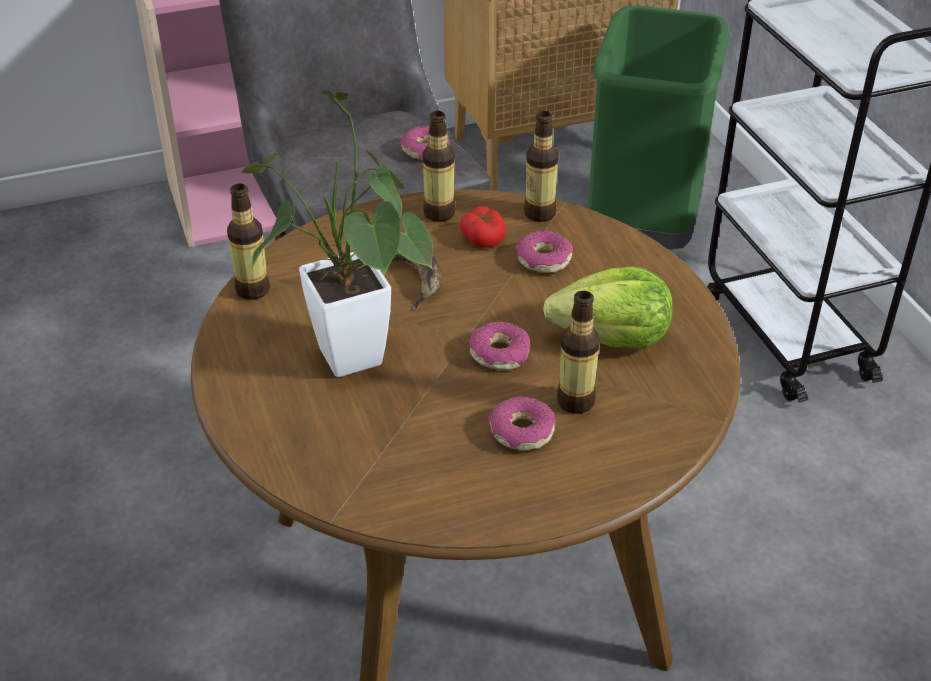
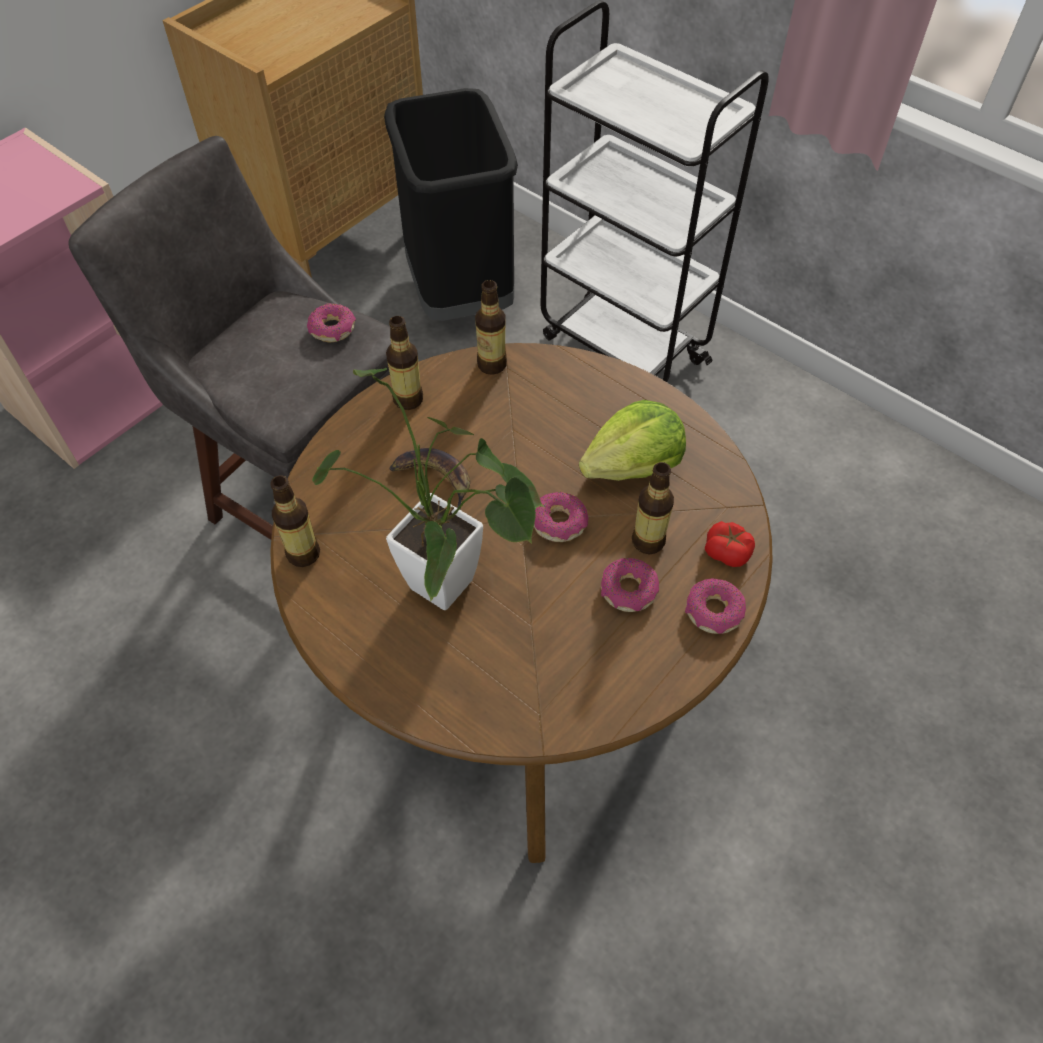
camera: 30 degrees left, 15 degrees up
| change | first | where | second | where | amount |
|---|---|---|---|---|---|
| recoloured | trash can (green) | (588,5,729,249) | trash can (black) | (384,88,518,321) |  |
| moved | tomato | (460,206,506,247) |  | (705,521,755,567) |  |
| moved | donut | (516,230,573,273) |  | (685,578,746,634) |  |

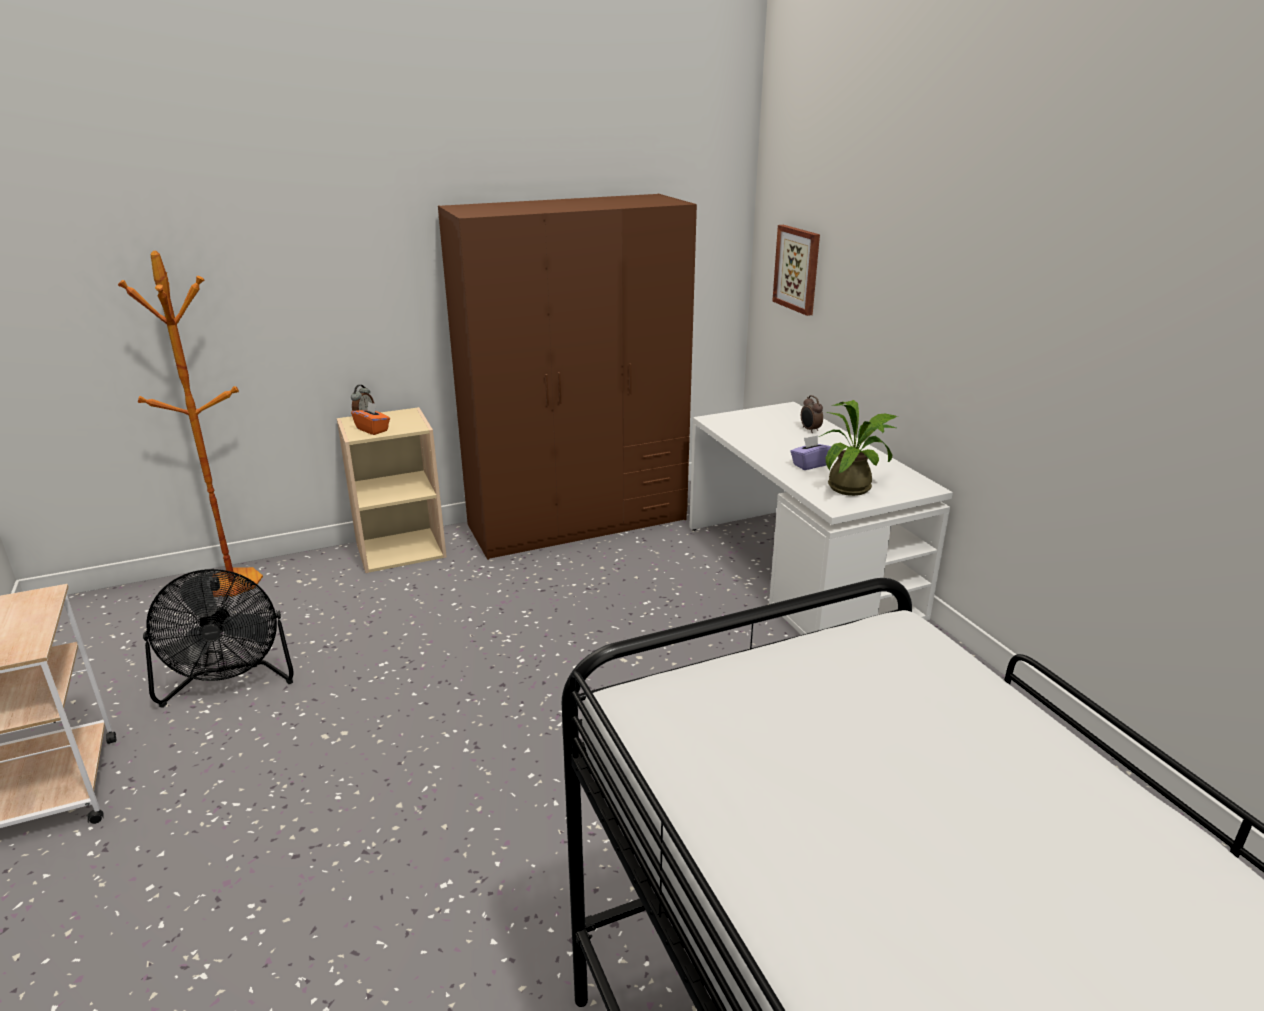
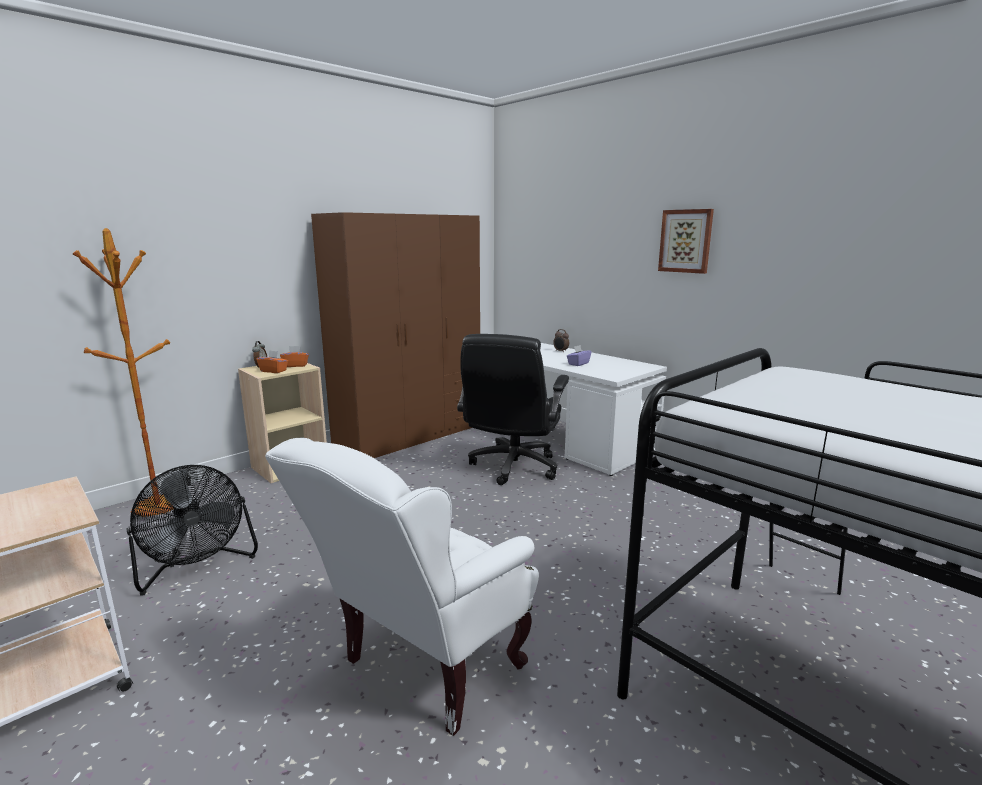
camera: 20 degrees left, 10 degrees down
| change | first | where | second | where | amount |
|---|---|---|---|---|---|
| moved | picture | (772,225,820,316) |  | (658,209,714,274) |  |
| removed | potted plant | (819,400,898,496) |  |  |  |
| added |  |  | office chair (black) | (457,334,569,485) |  |
| added |  |  | tissue box (orange) | (280,346,309,367) |  |
| added |  |  | armchair (white) | (265,438,539,736) |  |

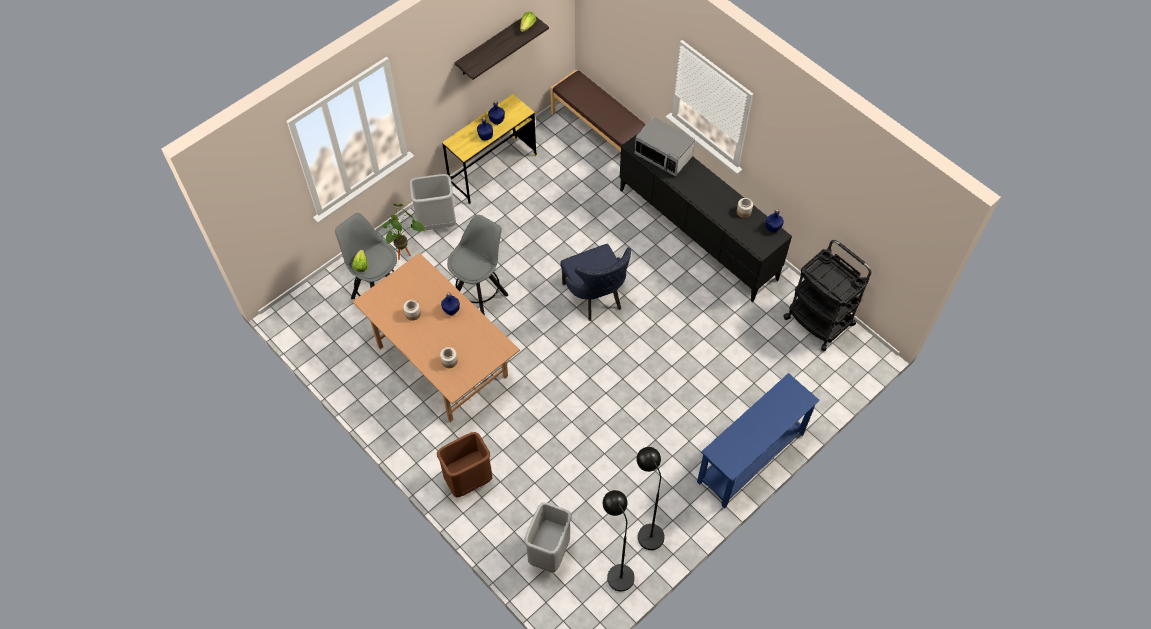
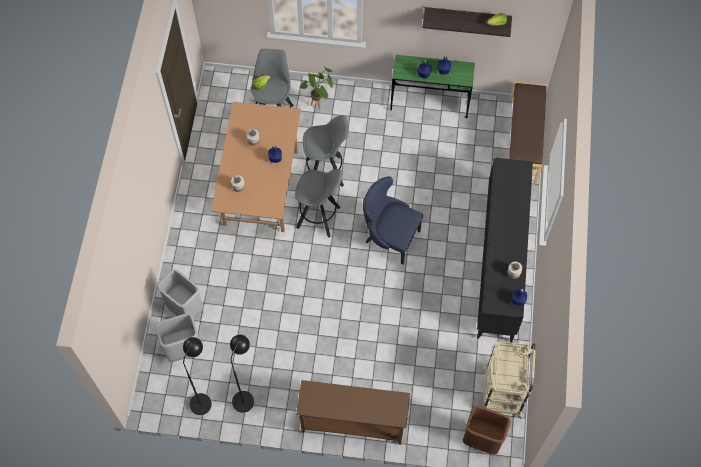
camera: 50 degrees right, 5 degrees up
| change | first | where | second | where | amount |
|---|---|---|---|---|---|
| recoloured | desk (yellow) | (442,94,537,204) | desk (green) | (390,55,475,118) |  |
| removed | microwave | (635,117,695,176) |  |  |  |
| moved | trash can (grey) | (409,174,456,230) |  | (157,269,204,319) |  |
| recoloured | cart (black) | (783,240,871,351) | cart (beige) | (482,341,536,419) |  |
| turned | chair (blue) | (561,244,631,321) |  | (363,176,423,265) | 90 degrees clockwise |
| recoloured | console table (blue) | (697,373,820,508) | console table (brown) | (296,380,410,445) |  |
| moved | trash can (brown) | (437,432,492,497) |  | (463,406,511,454) |  |
| added |  |  | stool (grey) | (295,169,343,238) |  |

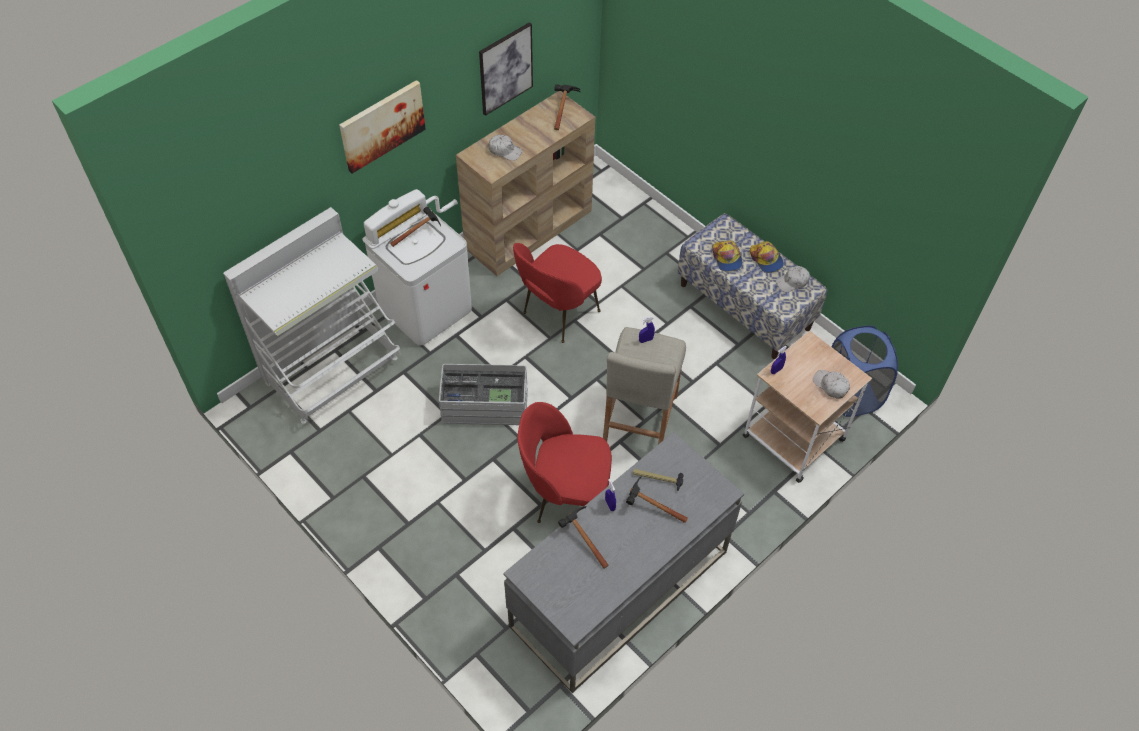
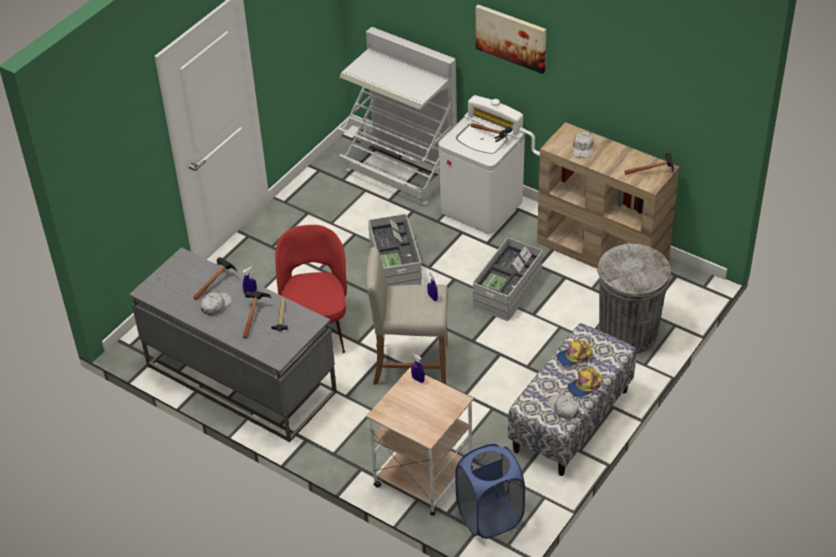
camera: 80 degrees right, 10 degrees down
| change | first | where | second | where | amount |
|---|---|---|---|---|---|
| removed | picture | (479,22,533,116) |  |  |  |
| replaced | chair (red) | (513,243,602,343) | storage box (grey) | (472,238,543,321) |  |
| moved | cap (white) | (813,370,850,399) |  | (201,292,232,315) |  |
| added |  |  | trash can (grey) | (597,244,671,354) |  |

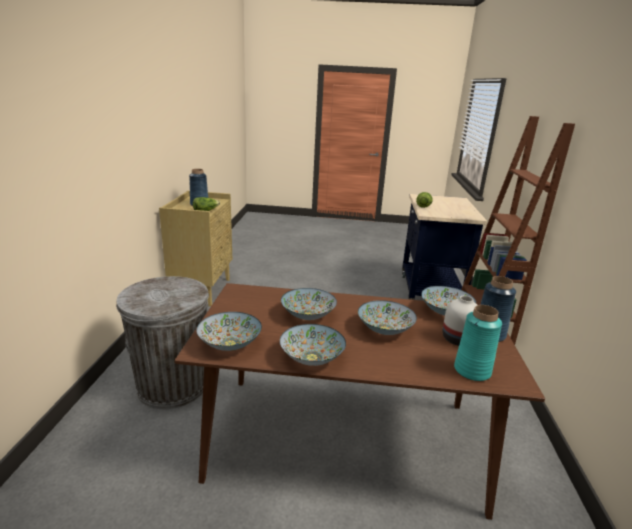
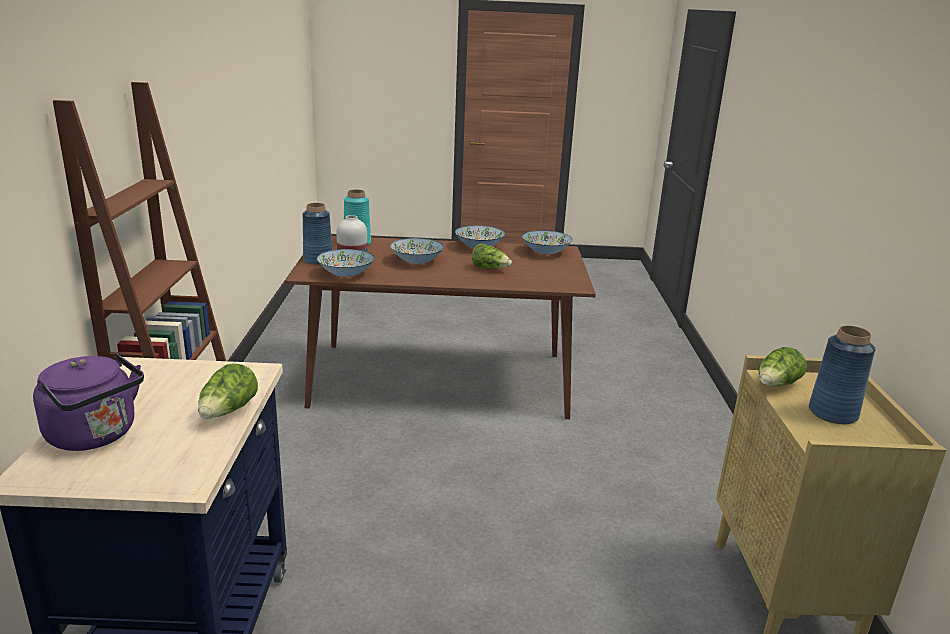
camera: 175 degrees right, 0 degrees up
| change | first | where | second | where | amount |
|---|---|---|---|---|---|
| removed | trash can (grey) | (116,276,209,409) |  |  |  |
| replaced | bowl | (281,288,337,320) | lettuce | (472,243,512,269) |  |
| added |  |  | kettle (purple) | (33,352,144,451) |  |

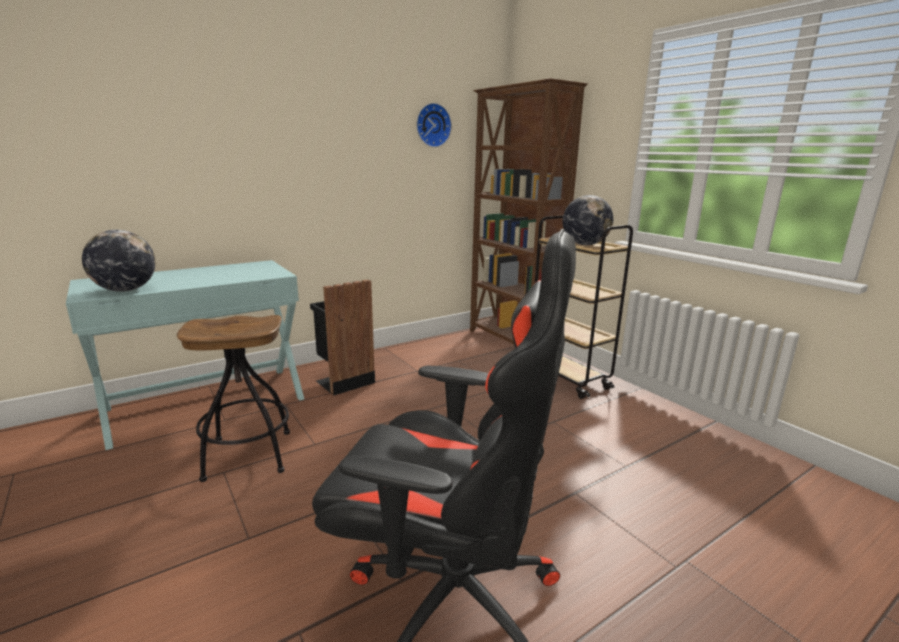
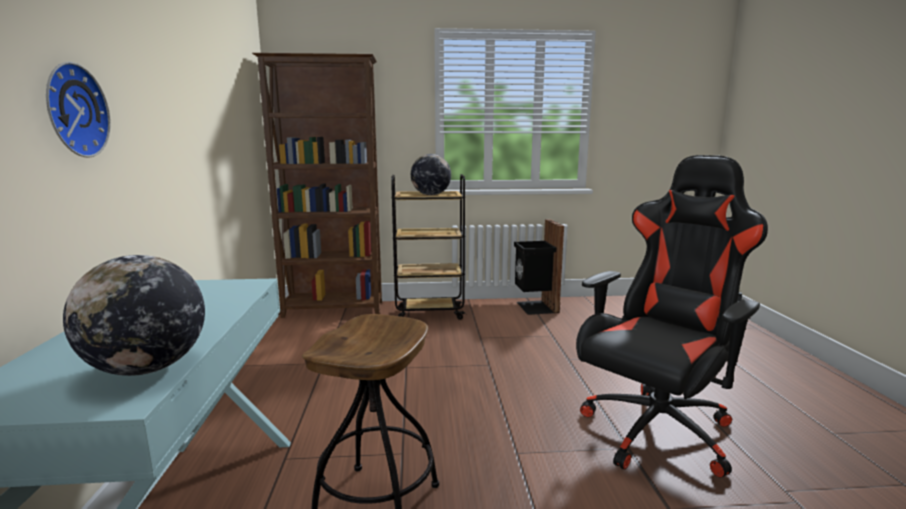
camera: 60 degrees left, 5 degrees down
| change | first | where | second | where | amount |
|---|---|---|---|---|---|
| moved | wall clock | (416,103,452,147) |  | (46,62,111,157) |  |
| moved | trash can (black) | (310,279,375,396) |  | (514,219,564,315) |  |

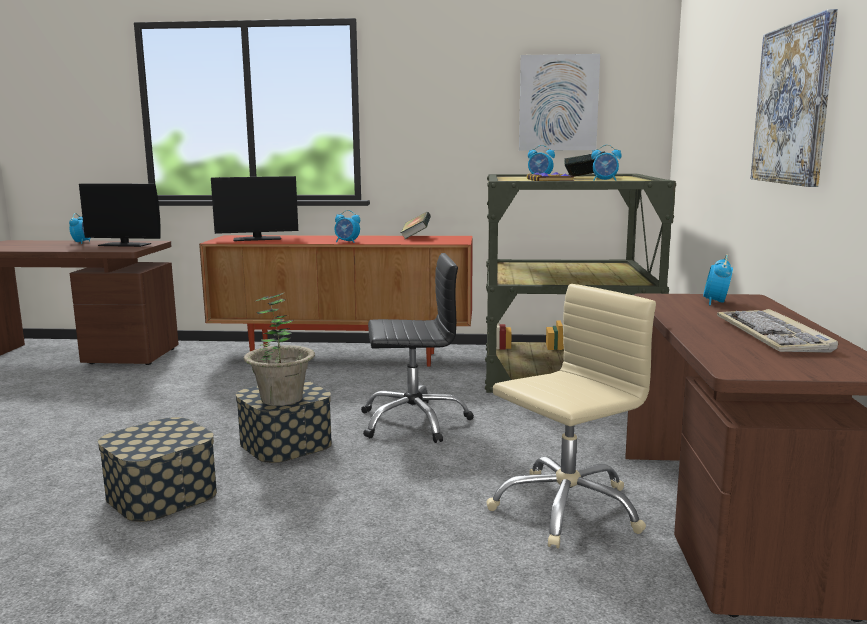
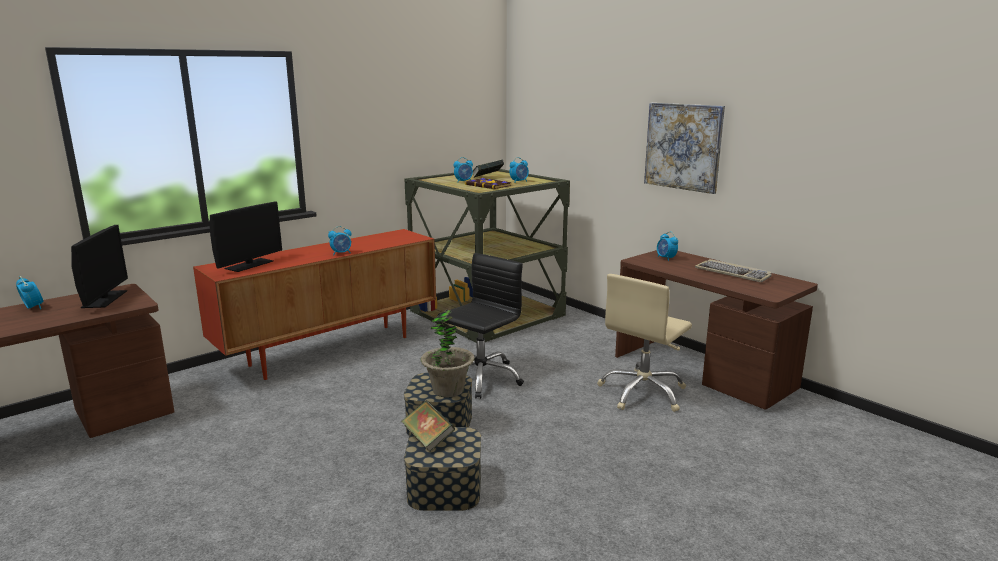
camera: 45 degrees left, 5 degrees up
| change | first | where | second | where | amount |
|---|---|---|---|---|---|
| removed | picture | (519,54,600,151) |  |  |  |
| turned | monitor | (79,184,161,247) |  | (71,225,128,308) | 60 degrees counterclockwise |
| moved | book | (401,212,431,239) |  | (401,400,455,452) |  |
| turned | office chair (beige) | (487,284,656,549) |  | (597,274,692,412) | 150 degrees counterclockwise |

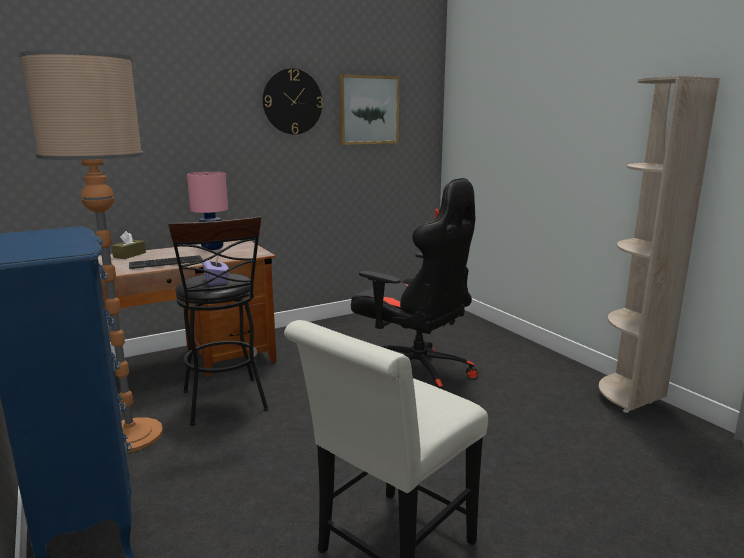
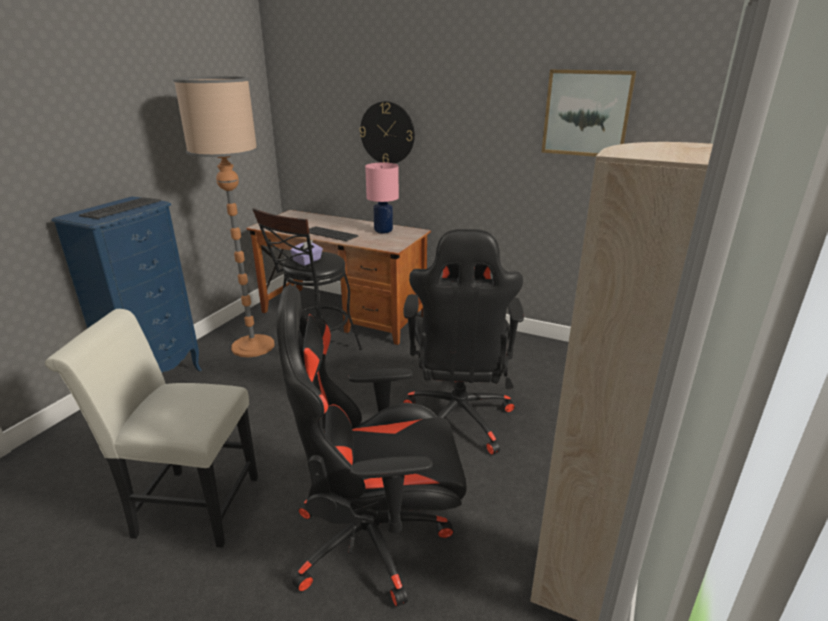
camera: 55 degrees right, 10 degrees up
| change | first | where | second | where | amount |
|---|---|---|---|---|---|
| moved | wall clock | (263,68,323,134) |  | (360,101,415,164) |  |
| removed | tissue box (brown) | (112,231,146,259) |  |  |  |
| added |  |  | keyboard | (79,197,161,219) |  |
| added |  |  | office chair (black) | (276,284,467,607) |  |

